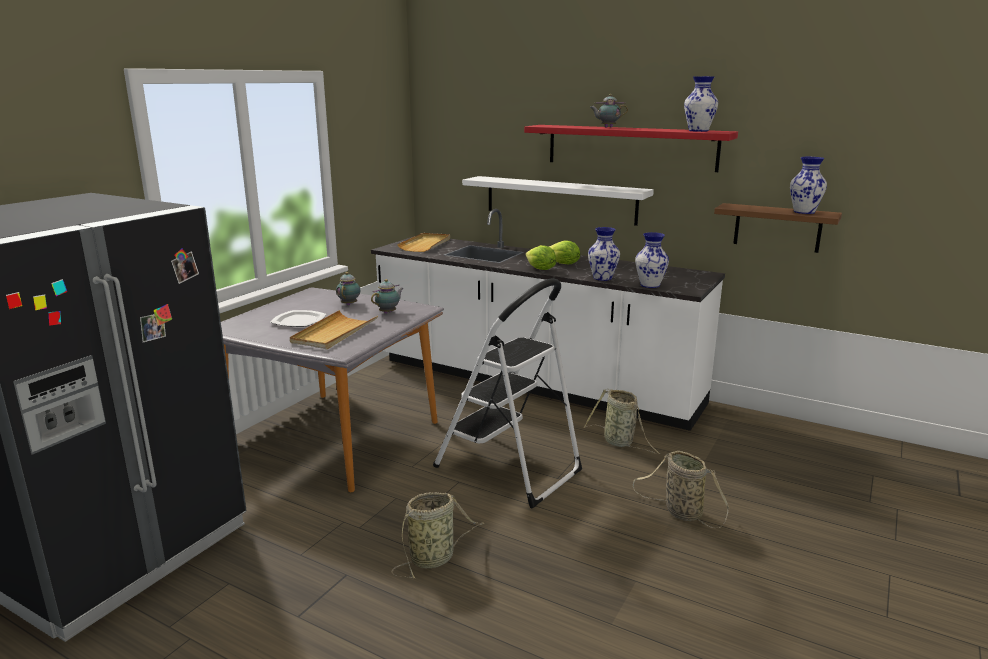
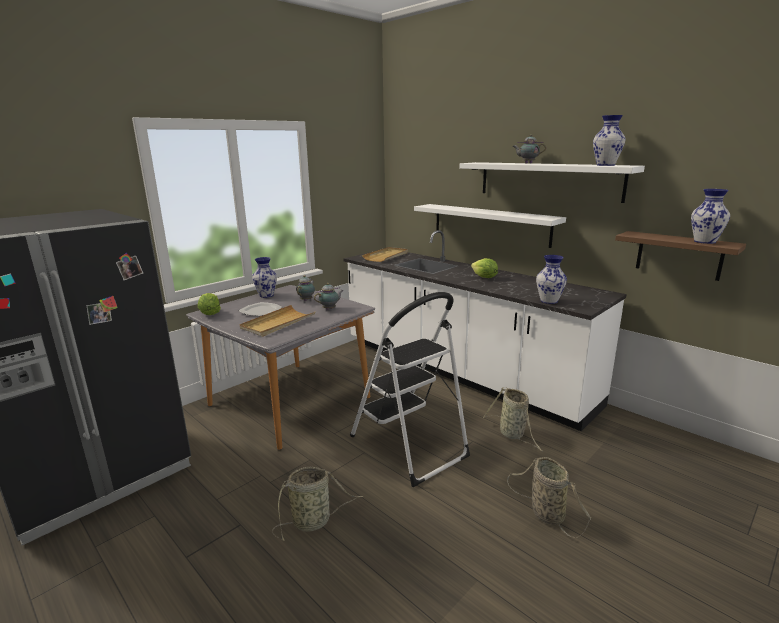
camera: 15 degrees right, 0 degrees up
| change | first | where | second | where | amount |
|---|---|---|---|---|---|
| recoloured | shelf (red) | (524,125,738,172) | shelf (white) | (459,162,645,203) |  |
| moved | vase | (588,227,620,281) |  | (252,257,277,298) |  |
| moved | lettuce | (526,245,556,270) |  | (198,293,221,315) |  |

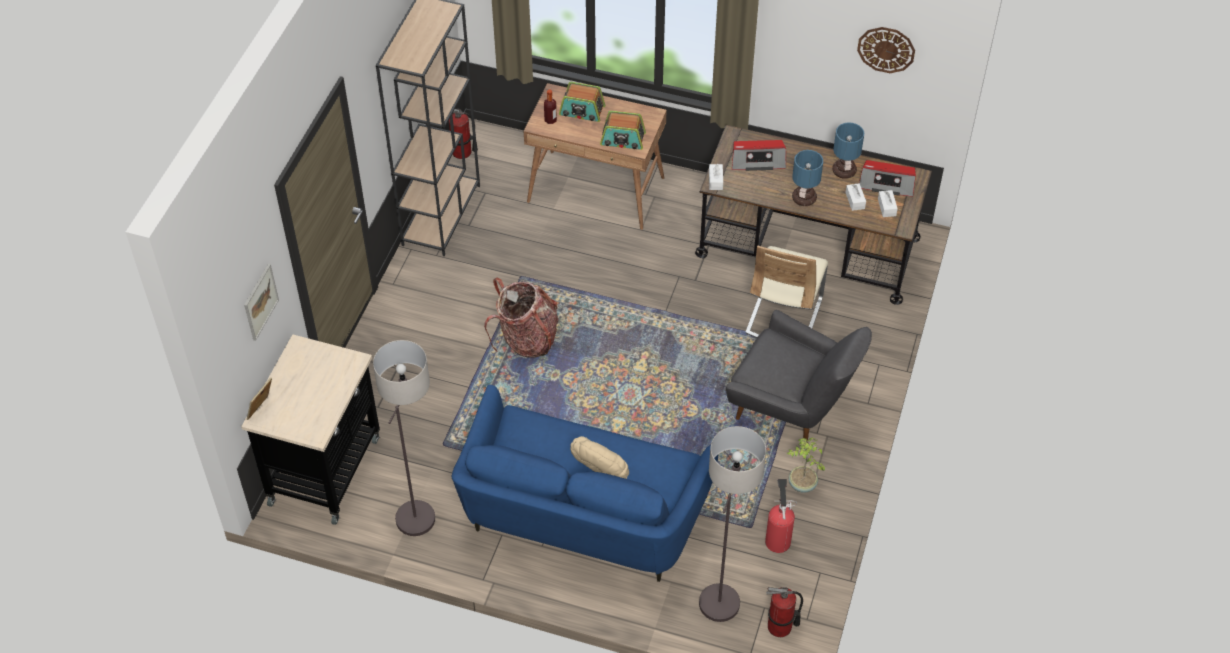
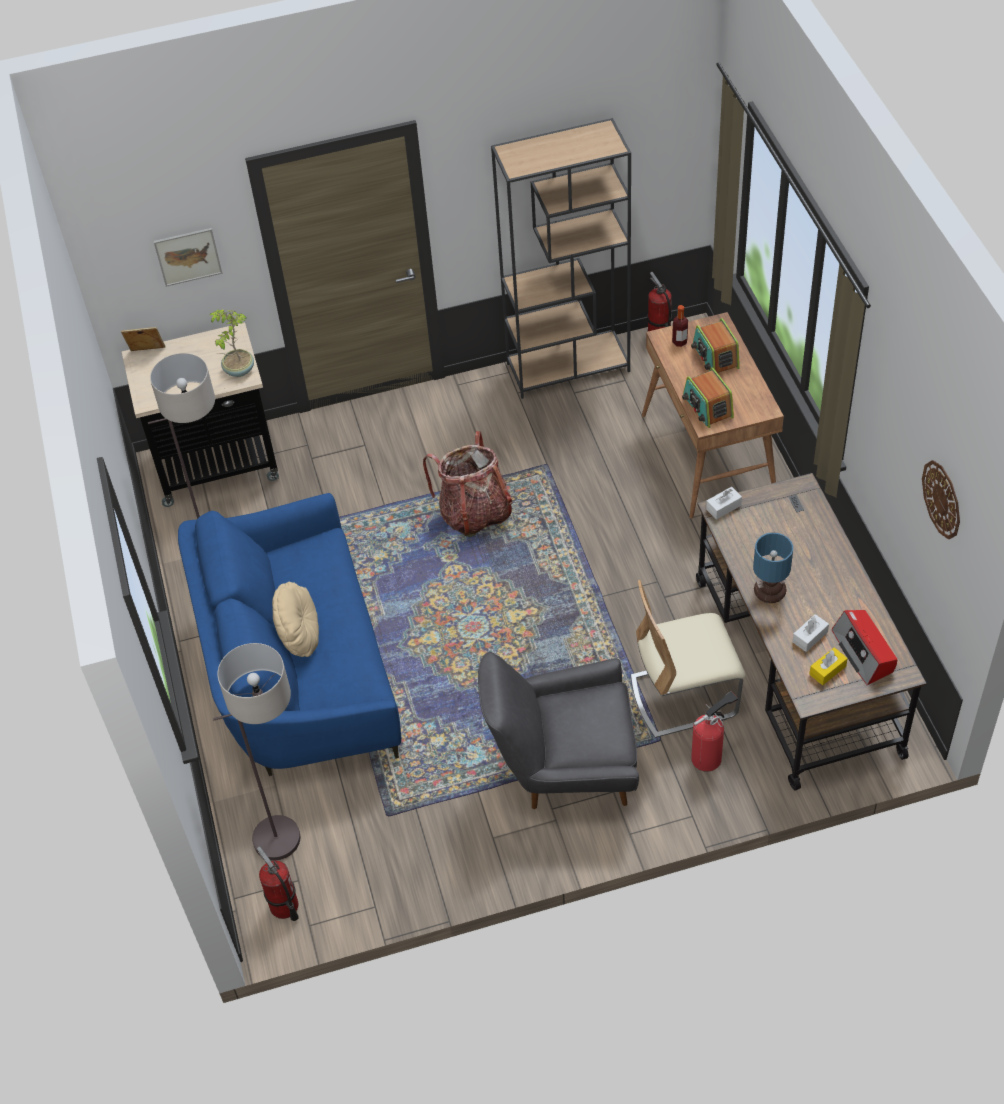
camera: 60 degrees right, 0 degrees up
| change | first | where | second | where | amount |
|---|---|---|---|---|---|
| removed | table lamp | (832,122,864,179) |  |  |  |
| removed | radio | (732,140,786,171) |  |  |  |
| recoloured | tissue box (white) | (878,190,898,217) | tissue box (yellow) | (809,647,848,685) |  |
| turned | armchair (grey) | (726,310,872,442) |  | (478,652,639,809) | 90 degrees clockwise |
| moved | potted plant | (787,437,825,493) |  | (209,309,254,377) |  |
| moved | fire extinguisher | (765,479,797,553) |  | (691,691,738,772) |  |

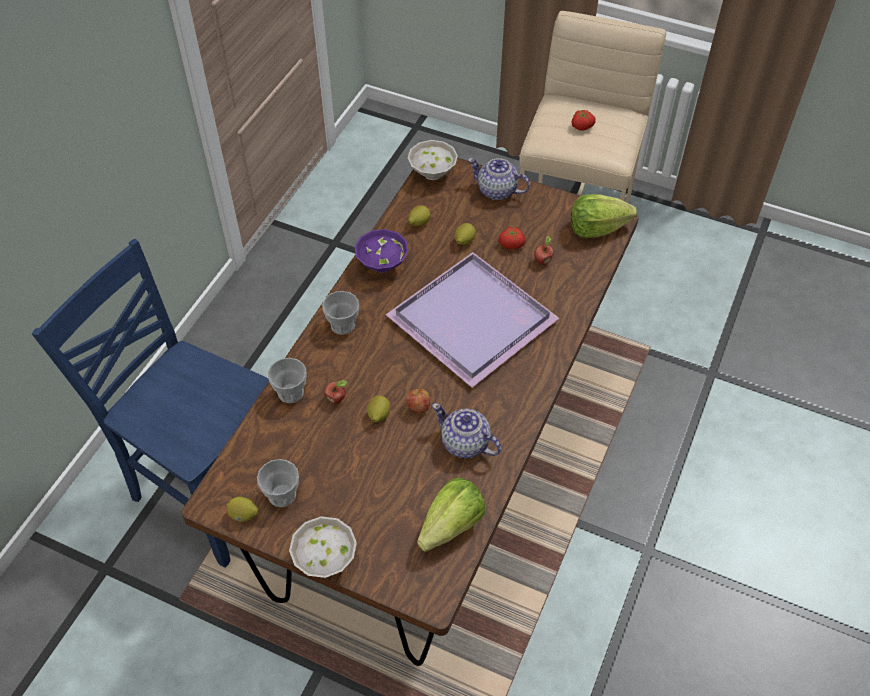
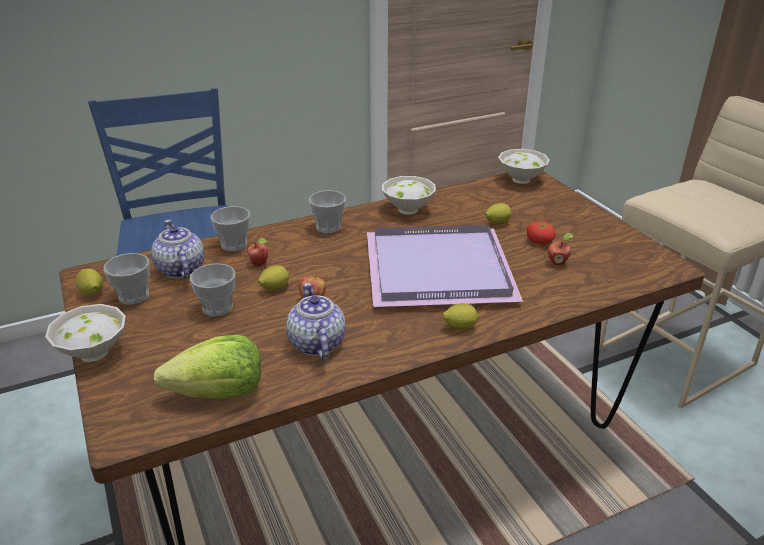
camera: 40 degrees right, 20 degrees down
| change | first | where | second | where | amount |
|---|---|---|---|---|---|
| removed | tomato | (572,110,596,131) |  |  |  |
| moved | teapot | (468,158,530,200) |  | (151,220,204,278) |  |
| removed | lettuce | (571,194,637,238) |  |  |  |
| moved | lemon | (408,205,431,226) |  | (443,303,480,330) |  |
| recoloured | bowl (purple) | (355,229,409,273) | bowl (white) | (382,176,436,214) |  |
| added |  |  | cup | (190,263,235,316) |  |

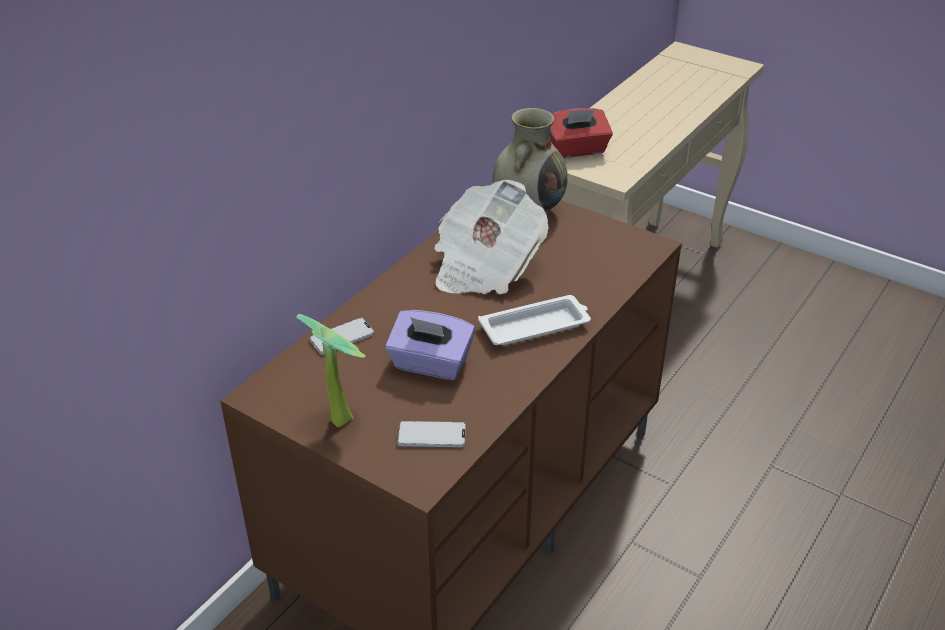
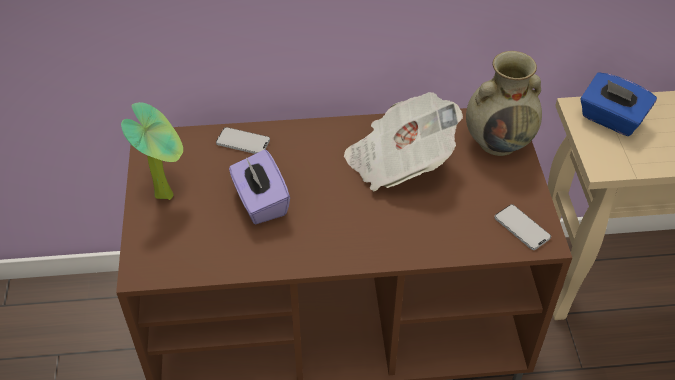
camera: 50 degrees right, 10 degrees up
| change | first | where | second | where | amount |
|---|---|---|---|---|---|
| recoloured | tissue box (red) | (549,108,613,158) | tissue box (blue) | (580,73,657,136) |  |
| removed | tray (white) | (478,295,591,345) |  |  |  |
| moved | phone | (397,421,466,447) |  | (494,204,551,250) |  |

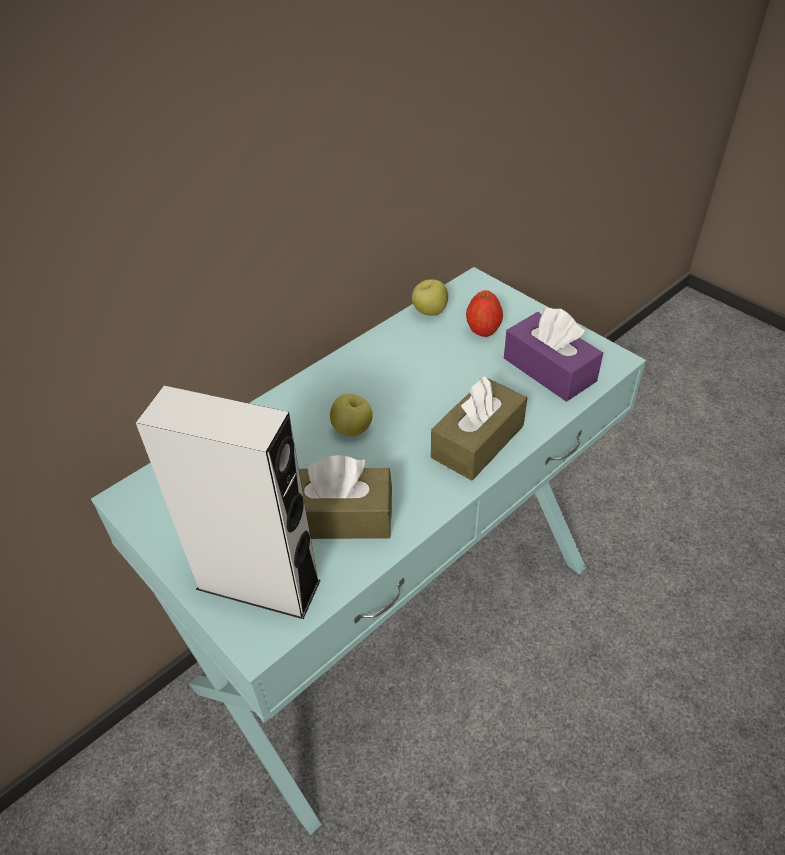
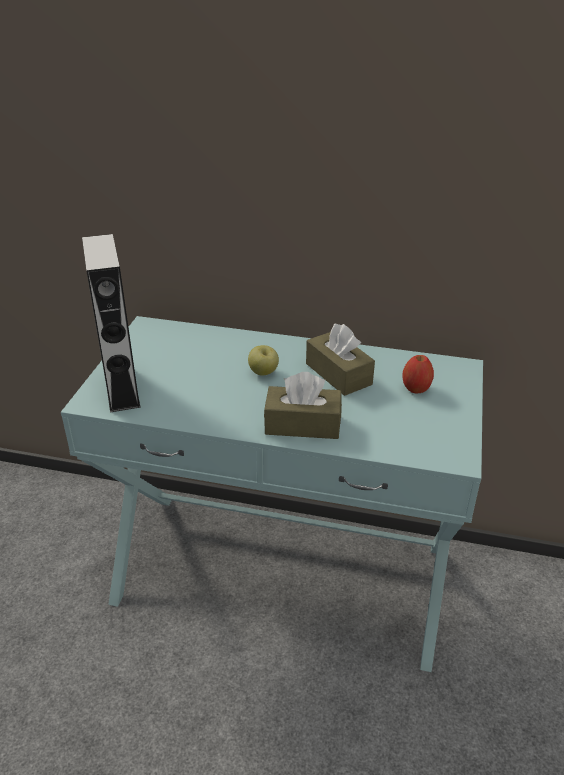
camera: 55 degrees right, 10 degrees down
| change | first | where | second | where | amount |
|---|---|---|---|---|---|
| removed | apple | (412,279,448,316) |  |  |  |
| removed | tissue box (purple) | (504,308,603,402) |  |  |  |
| moved | tissue box (brown) | (299,455,392,539) |  | (306,324,375,396) |  |

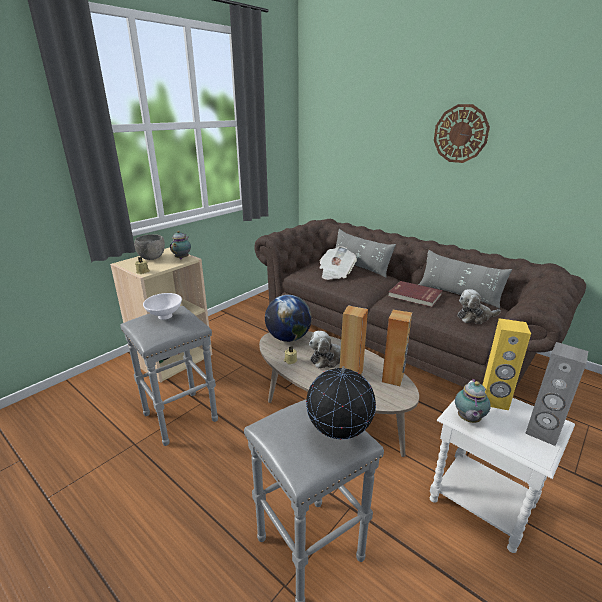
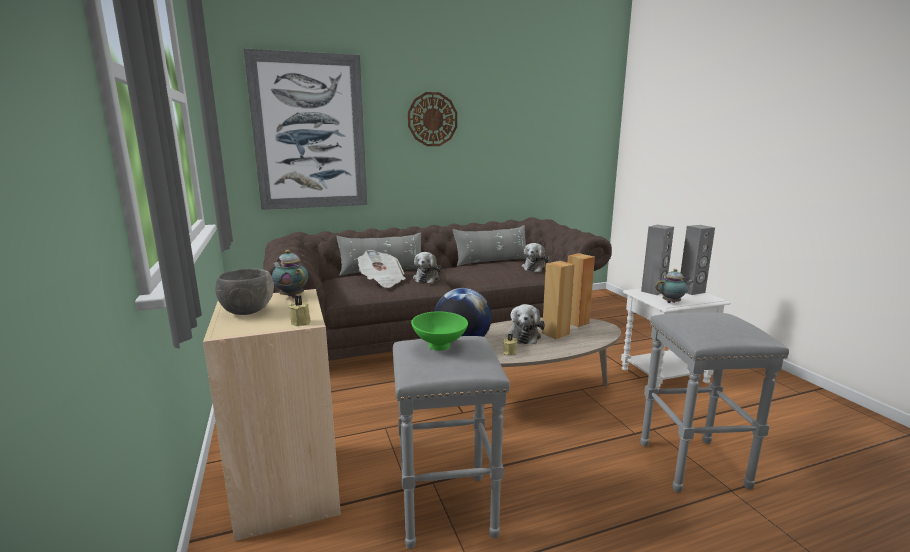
camera: 60 degrees left, 10 degrees down
| change | first | where | second | where | amount |
|---|---|---|---|---|---|
| removed | book (red) | (388,281,443,307) |  |  |  |
| recoloured | bowl (white) | (143,293,182,320) | bowl (green) | (411,311,468,351) |  |
| recoloured | speaker (yellow) | (483,318,531,410) | speaker (grey) | (641,225,674,295) |  |
| removed | globe | (306,366,376,439) |  |  |  |
| turned | teapot | (455,379,491,423) |  | (655,269,694,303) | 60 degrees counterclockwise |
| added |  |  | picture | (243,48,367,210) |  |
| added |  |  | plush toy | (413,252,441,283) |  |

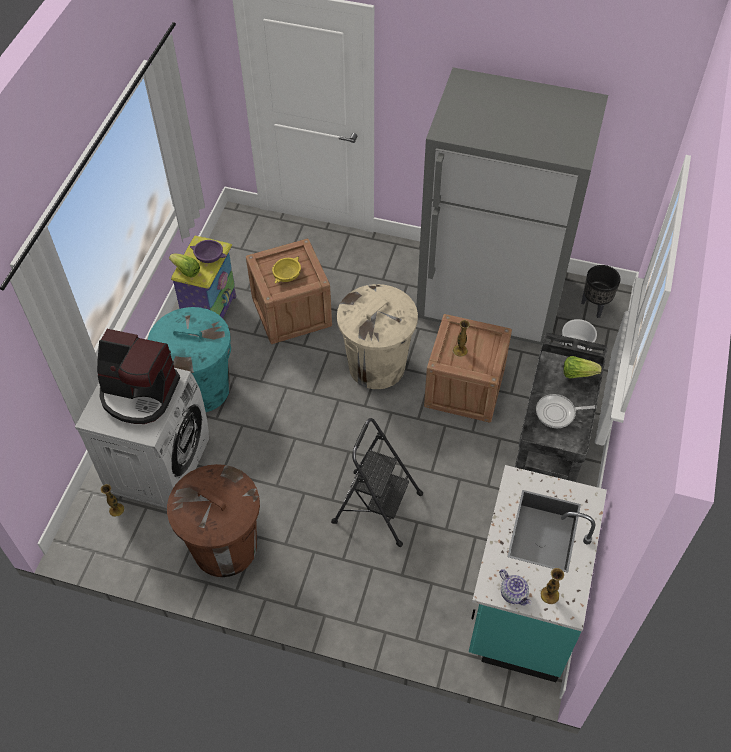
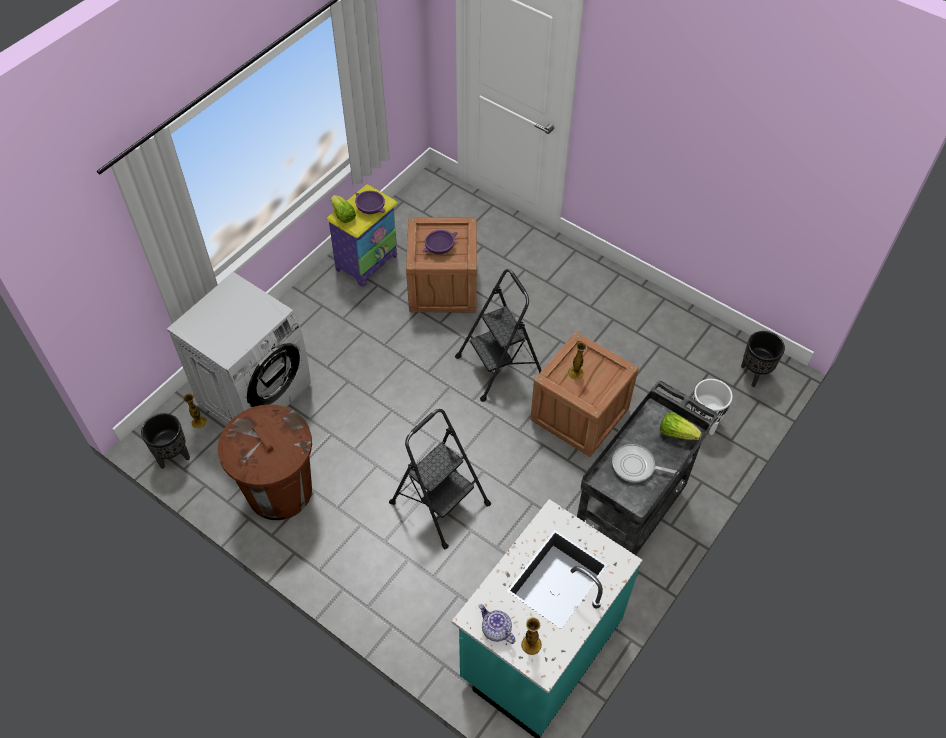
camera: 20 degrees right, 0 degrees up
| change | first | where | second | where | amount |
|---|---|---|---|---|---|
| removed | fridge (grey) | (416,67,608,345) |  |  |  |
| recoloured | bowl (yellow) | (272,256,301,283) | bowl (purple) | (422,230,457,254) |  |
| replaced | trash can (beige) | (337,284,418,389) | step ladder (black) | (455,269,542,402) |  |
| removed | trash can (turquoise) | (148,307,231,412) |  |  |  |
| removed | coffee machine | (97,329,180,424) |  |  |  |
| turned | teapot | (499,569,532,605) |  | (479,604,516,644) | 150 degrees clockwise |
| added |  |  | planter (black) | (141,413,190,469) |  |

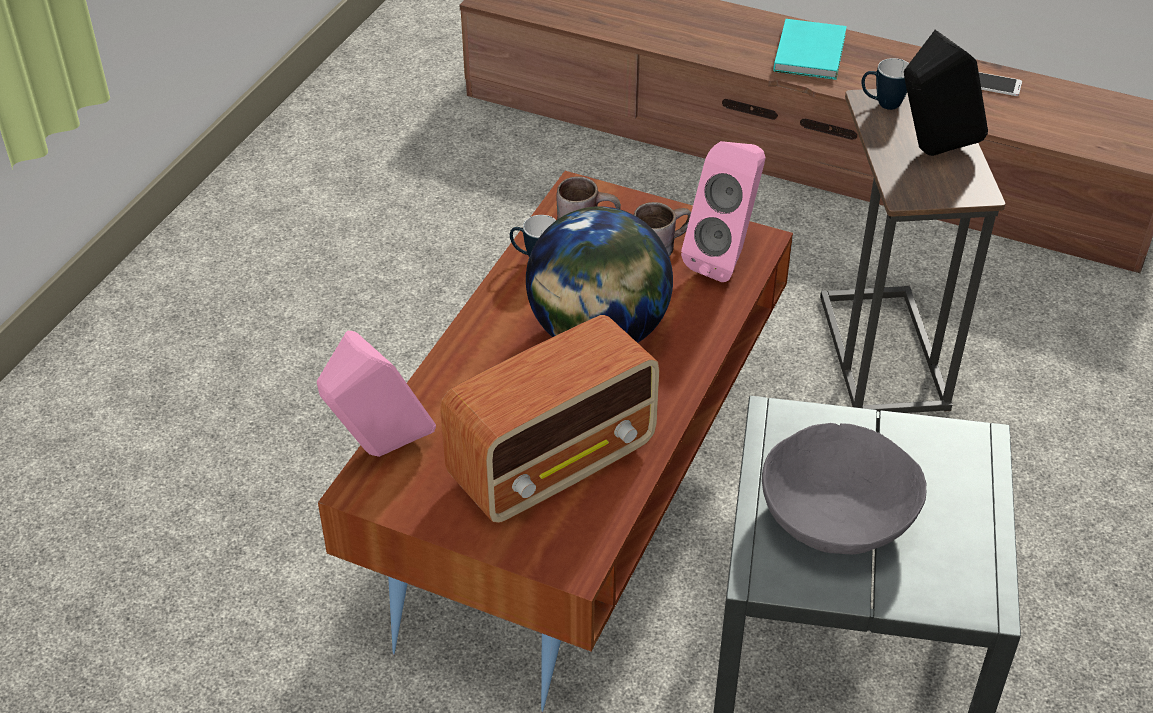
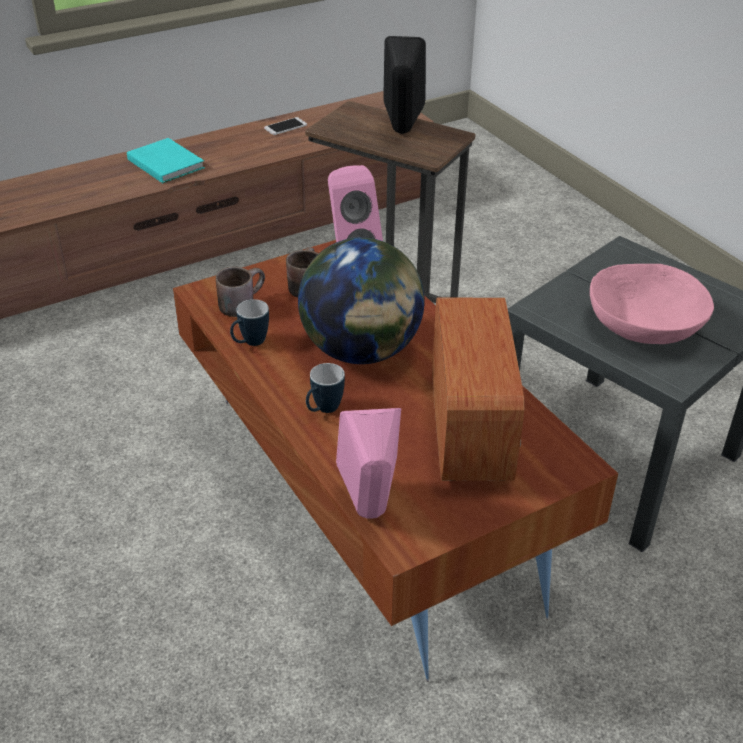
camera: 55 degrees left, 5 degrees down
| change | first | where | second | where | amount |
|---|---|---|---|---|---|
| moved | mug | (862,58,909,110) |  | (306,363,345,413) |  |
| recoloured | bowl (grey) | (762,423,927,554) | bowl (pink) | (590,264,714,344) |  |

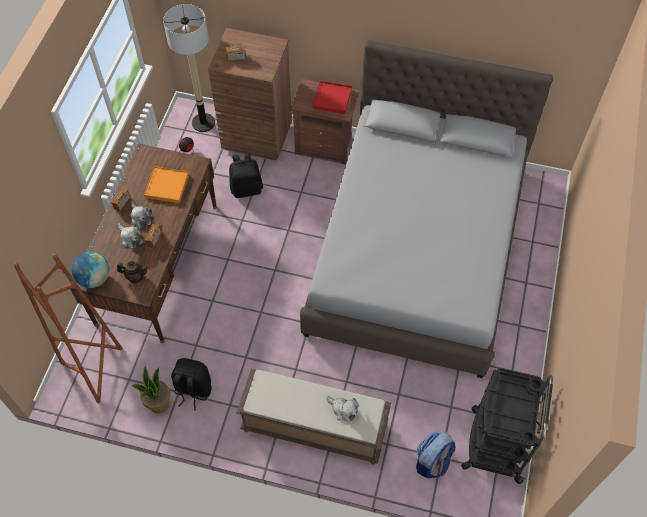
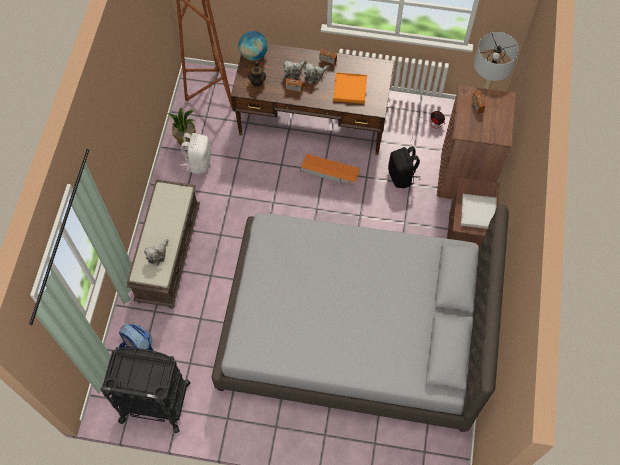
camera: 85 degrees right, 5 degrees up
| change | first | where | second | where | amount |
|---|---|---|---|---|---|
| recoloured | tray (red) | (312,81,352,114) | tray (white) | (461,194,497,229) |  |
| recoloured | backpack (black) | (171,358,212,411) | backpack (white) | (181,133,211,174) |  |
| added |  |  | storage box (orange) | (301,154,360,184) |  |

